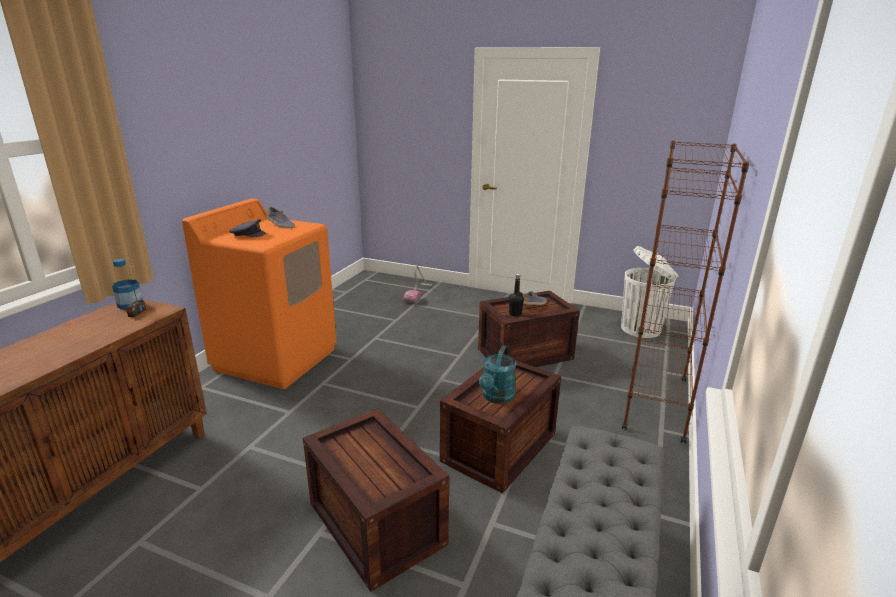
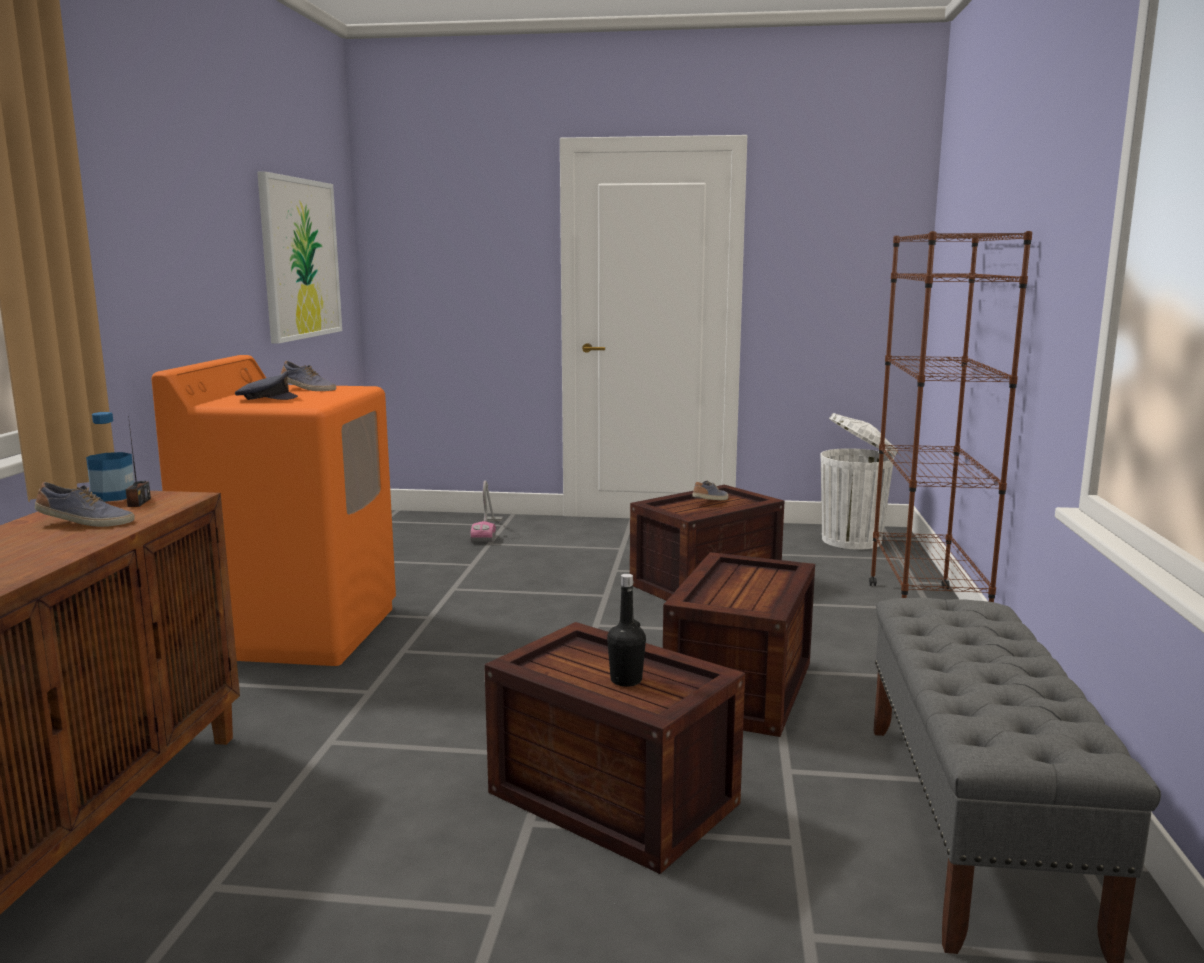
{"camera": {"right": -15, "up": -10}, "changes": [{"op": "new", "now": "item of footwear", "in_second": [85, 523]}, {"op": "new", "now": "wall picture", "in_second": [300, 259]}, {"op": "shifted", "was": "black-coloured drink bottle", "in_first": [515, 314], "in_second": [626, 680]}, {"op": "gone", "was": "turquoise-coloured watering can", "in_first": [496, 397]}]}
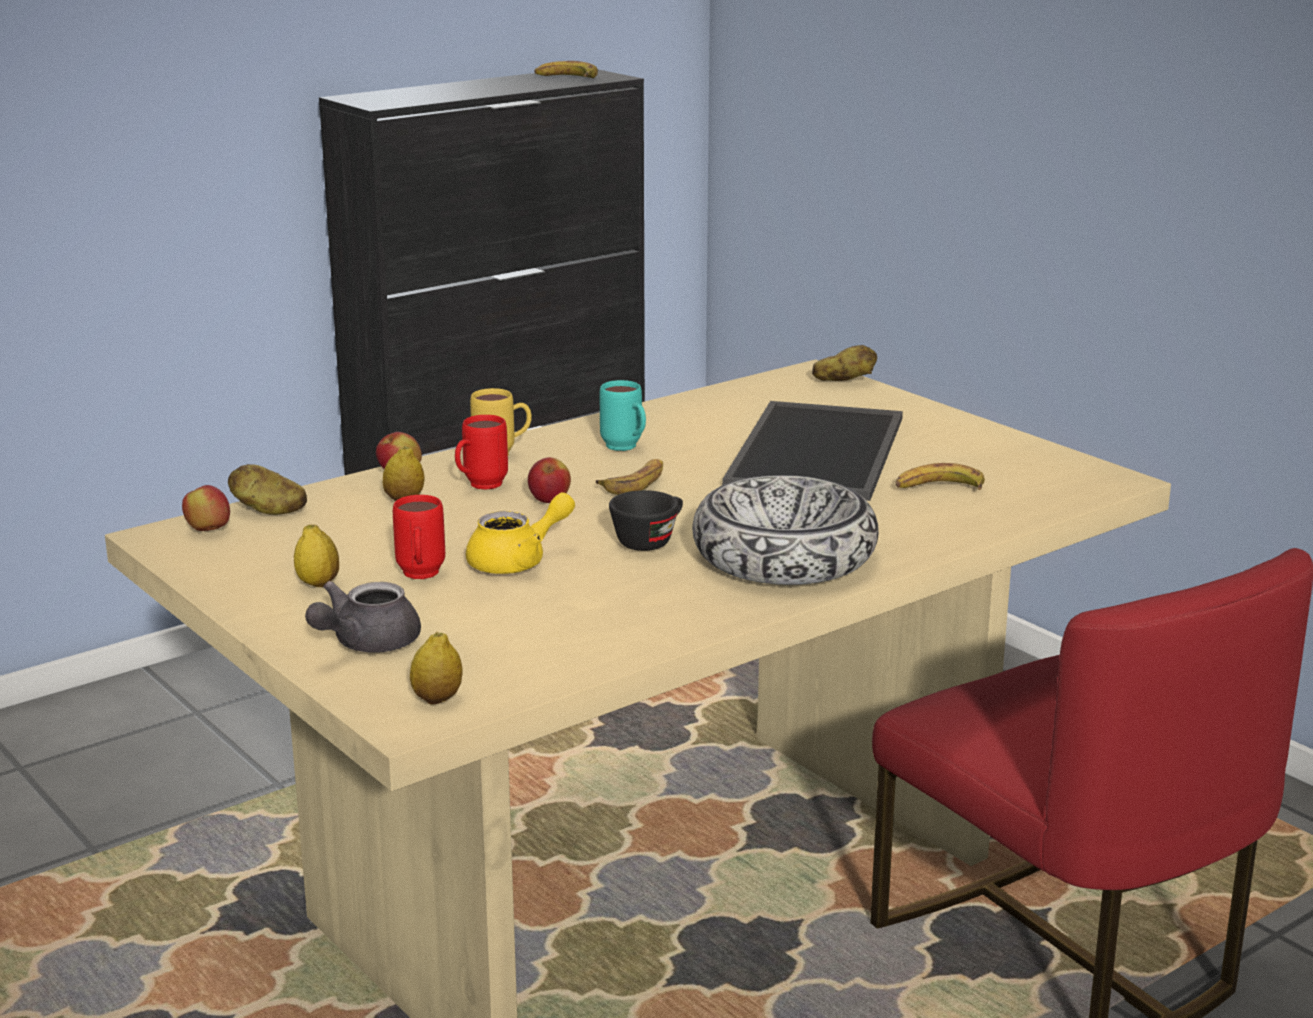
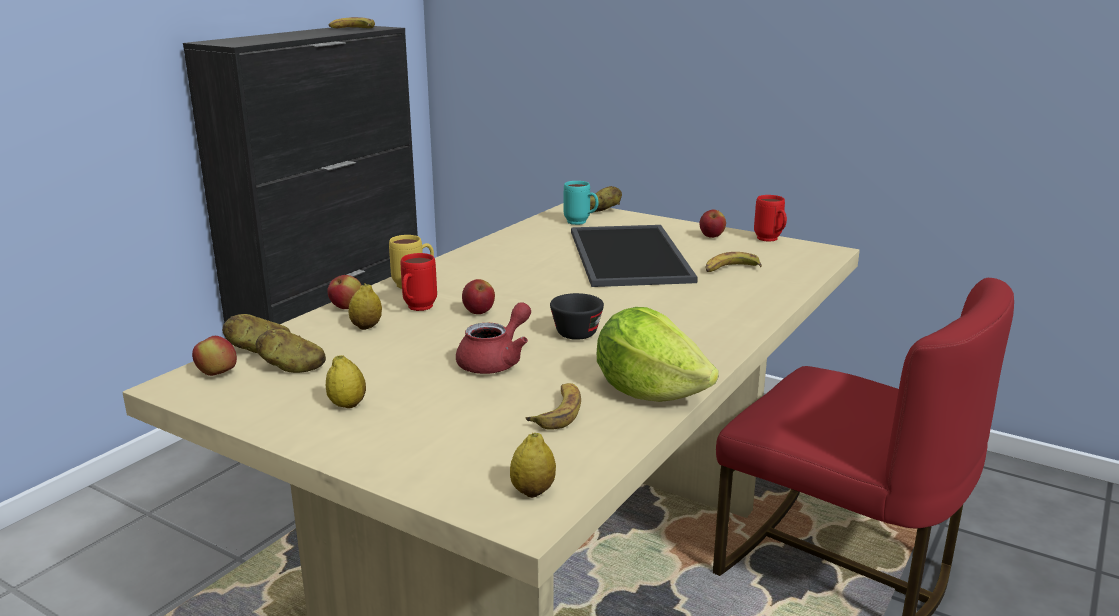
{"camera": {"right": -20, "up": 0}, "changes": [{"op": "new", "now": "whole potato", "in_second": [292, 368]}, {"op": "repainted", "was": "yellow pot for tea", "now": "reddish pot for tea", "in_first": [518, 562], "in_second": [496, 361]}, {"op": "shifted", "was": "banana fruit", "in_first": [635, 483], "in_second": [558, 412]}, {"op": "shifted", "was": "turquoise-coloured mug", "in_first": [626, 449], "in_second": [581, 223]}, {"op": "new", "now": "lettuce", "in_second": [649, 391]}, {"op": "new", "now": "whole apple", "in_second": [711, 237]}, {"op": "shifted", "was": "reddish mug", "in_first": [420, 577], "in_second": [770, 240]}, {"op": "gone", "was": "gray pot for tea", "in_first": [365, 644]}, {"op": "gone", "was": "deep dish", "in_first": [784, 557]}]}
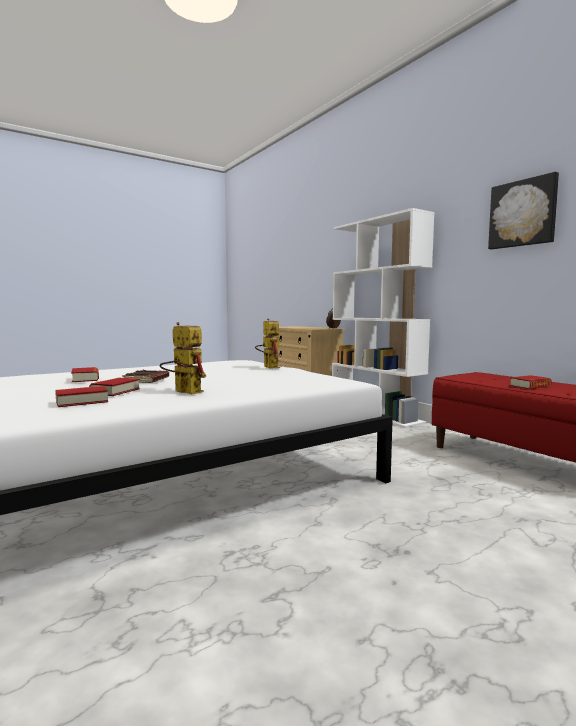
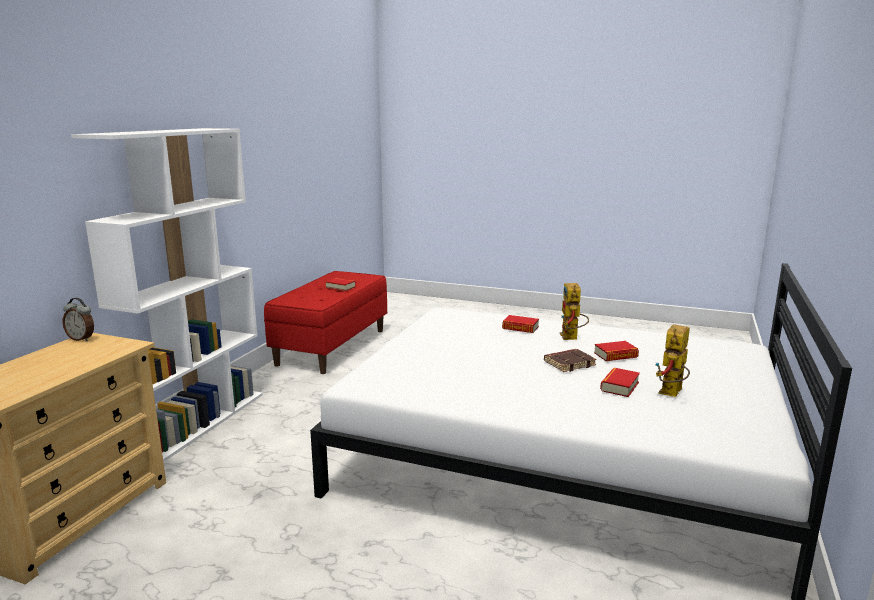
{"camera": {"right": -125, "up": 10}, "changes": [{"op": "shifted", "was": "book", "in_first": [82, 401], "in_second": [520, 328]}, {"op": "shifted", "was": "robot figure", "in_first": [268, 366], "in_second": [671, 394]}, {"op": "gone", "was": "wall picture", "in_first": [523, 213]}]}
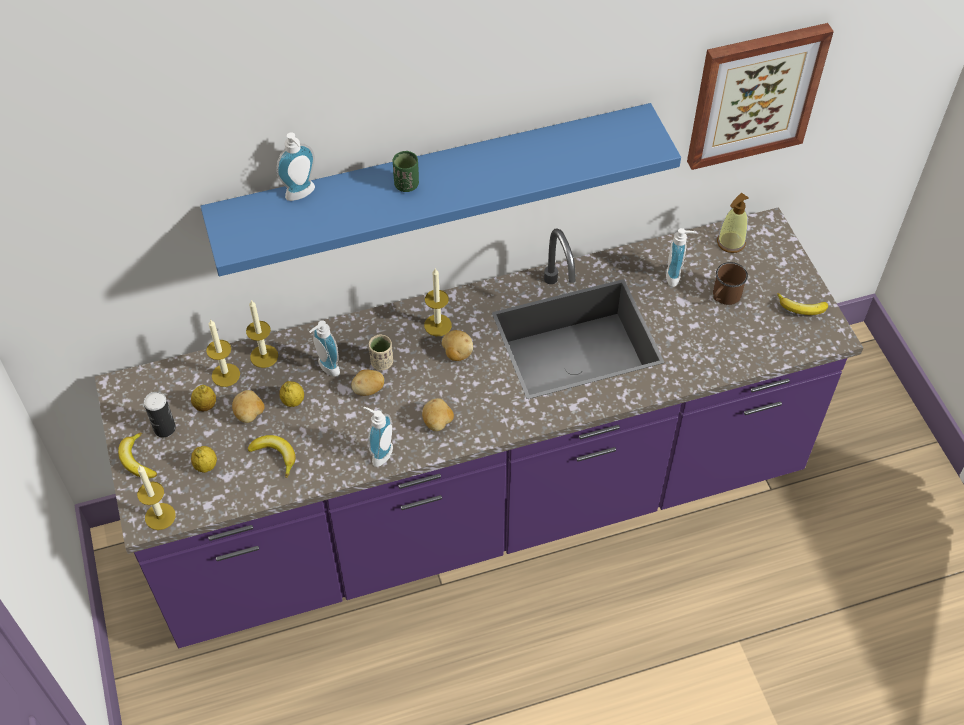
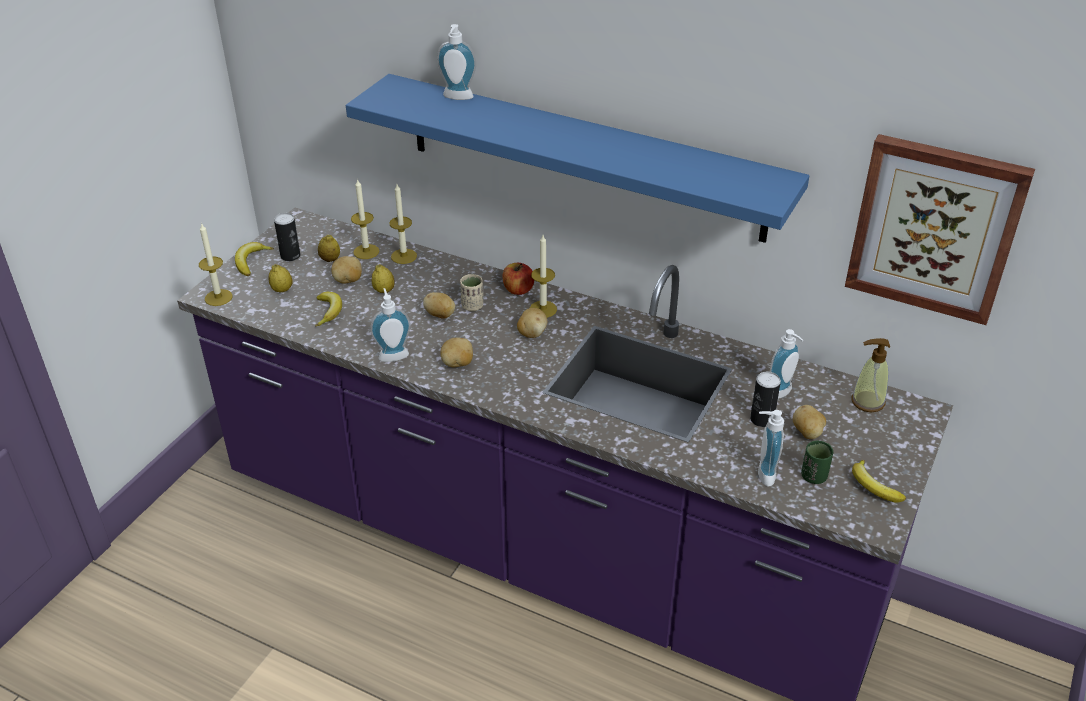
{"camera": {"right": 45, "up": -15}, "changes": [{"op": "new", "now": "whole apple", "in_second": [518, 290]}, {"op": "new", "now": "sealed can", "in_second": [762, 419]}, {"op": "shifted", "was": "soap bottle", "in_first": [326, 368], "in_second": [762, 474]}, {"op": "swapped", "was": "brownish mug", "now": "whole potato", "in_first": [724, 297], "in_second": [807, 433]}, {"op": "shifted", "was": "greenish small cup", "in_first": [406, 185], "in_second": [814, 476]}]}
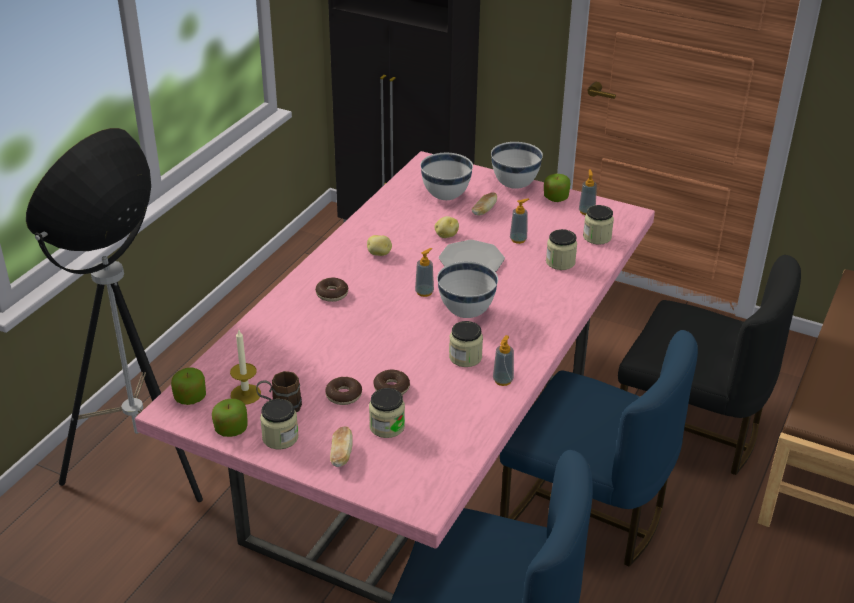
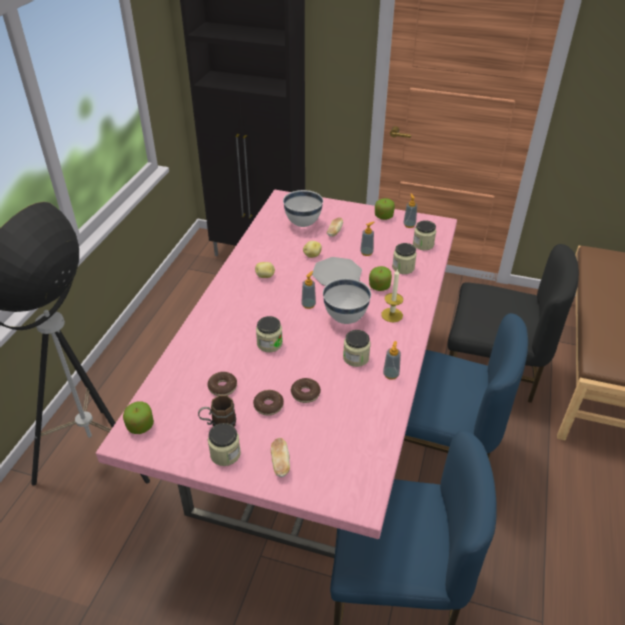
{"camera": {"right": -10, "up": 5}, "changes": [{"op": "shifted", "was": "donut", "in_first": [332, 294], "in_second": [222, 387]}, {"op": "shifted", "was": "jar", "in_first": [387, 426], "in_second": [269, 344]}, {"op": "shifted", "was": "whole apple", "in_first": [231, 429], "in_second": [379, 286]}, {"op": "shifted", "was": "candle", "in_first": [245, 394], "in_second": [392, 315]}, {"op": "gone", "was": "whitish deep dish", "in_first": [515, 185]}]}
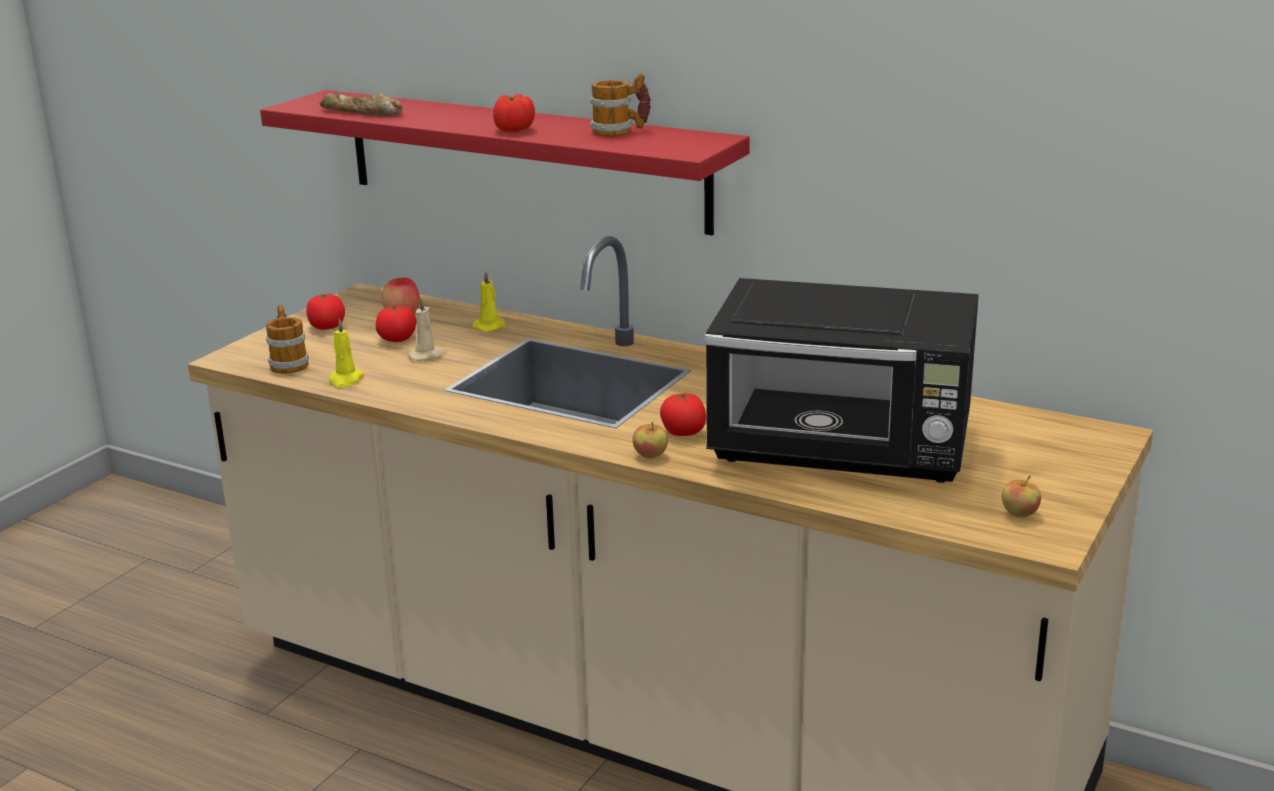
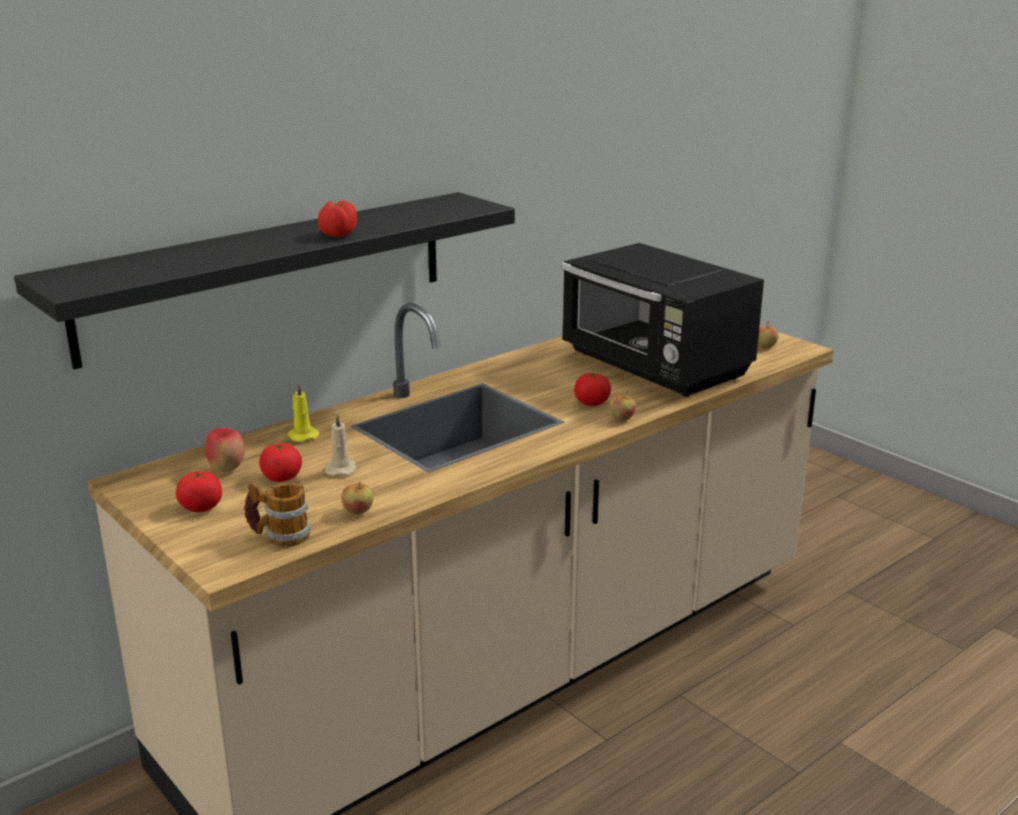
{"camera": {"right": -70, "up": 0}, "changes": [{"op": "repainted", "was": "reddish bracket shelf", "now": "black-coloured bracket shelf", "in_first": [523, 159], "in_second": [269, 274]}, {"op": "swapped", "was": "yellow candle", "now": "whole apple", "in_first": [345, 380], "in_second": [358, 511]}, {"op": "rotated", "was": "black-coloured microwave oven", "in_first": [843, 451], "in_second": [656, 367], "clockwise": 105}, {"op": "gone", "was": "bakery bread", "in_first": [361, 112]}, {"op": "gone", "was": "mug", "in_first": [620, 131]}]}
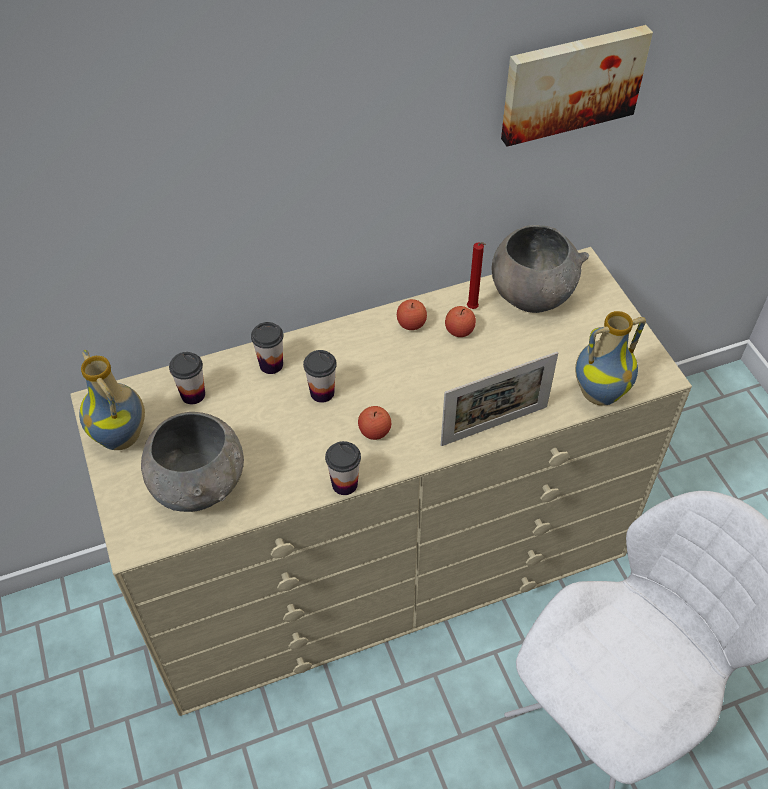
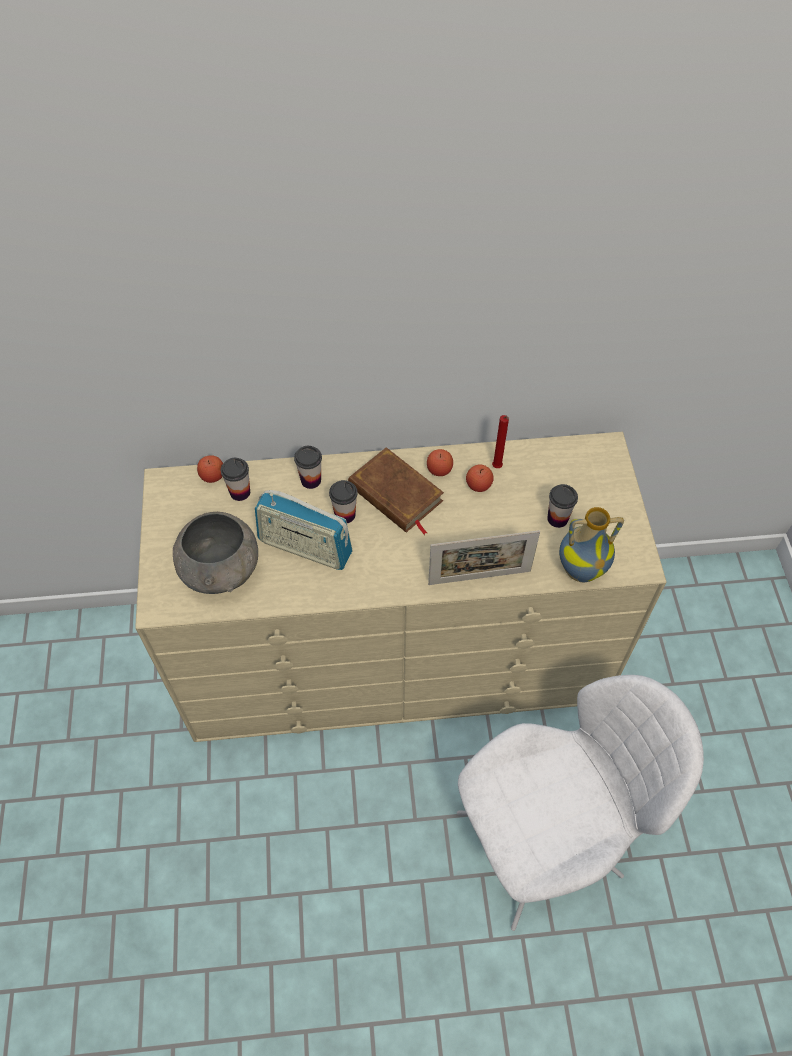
{"camera": {"right": 15, "up": 5}, "changes": [{"op": "shifted", "was": "whole apple", "in_first": [374, 431], "in_second": [212, 476]}, {"op": "new", "now": "radio receiver", "in_second": [305, 547]}, {"op": "new", "now": "brownish book", "in_second": [395, 494]}, {"op": "shifted", "was": "small cup", "in_first": [344, 484], "in_second": [557, 519]}, {"op": "gone", "was": "vase", "in_first": [122, 437]}, {"op": "gone", "was": "gray deep dish", "in_first": [531, 295]}, {"op": "gone", "was": "wall picture", "in_first": [571, 82]}]}
